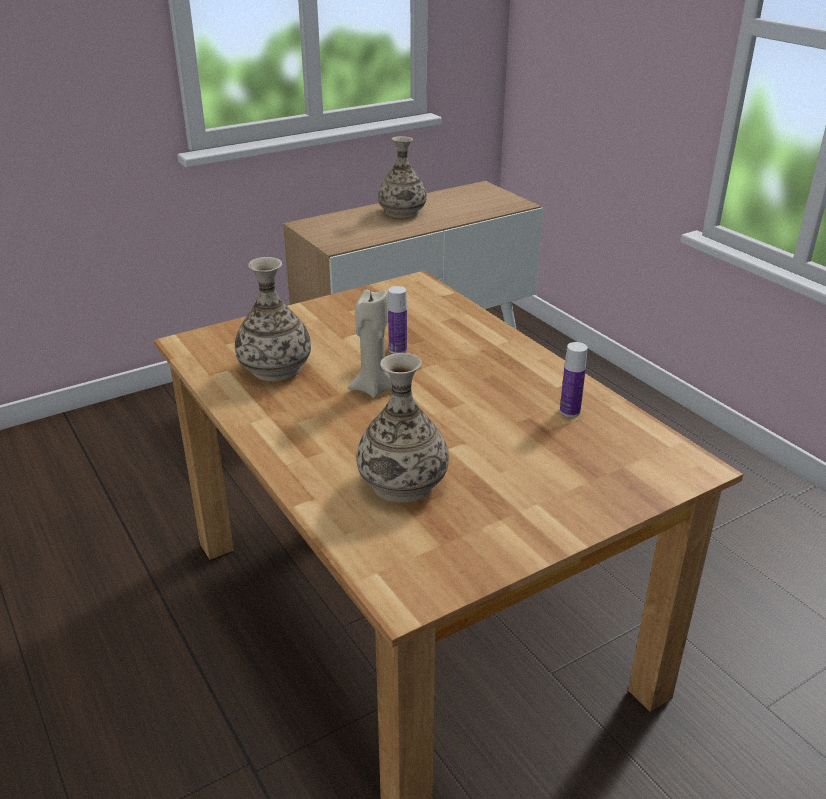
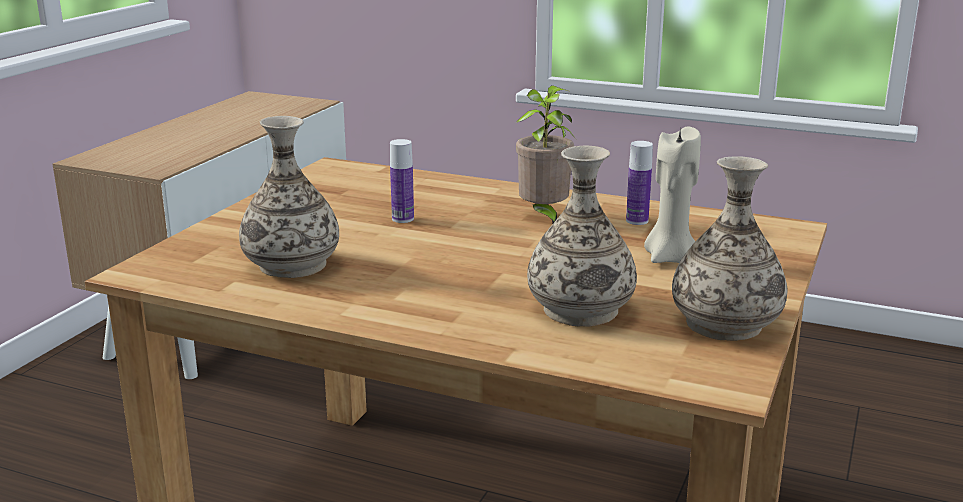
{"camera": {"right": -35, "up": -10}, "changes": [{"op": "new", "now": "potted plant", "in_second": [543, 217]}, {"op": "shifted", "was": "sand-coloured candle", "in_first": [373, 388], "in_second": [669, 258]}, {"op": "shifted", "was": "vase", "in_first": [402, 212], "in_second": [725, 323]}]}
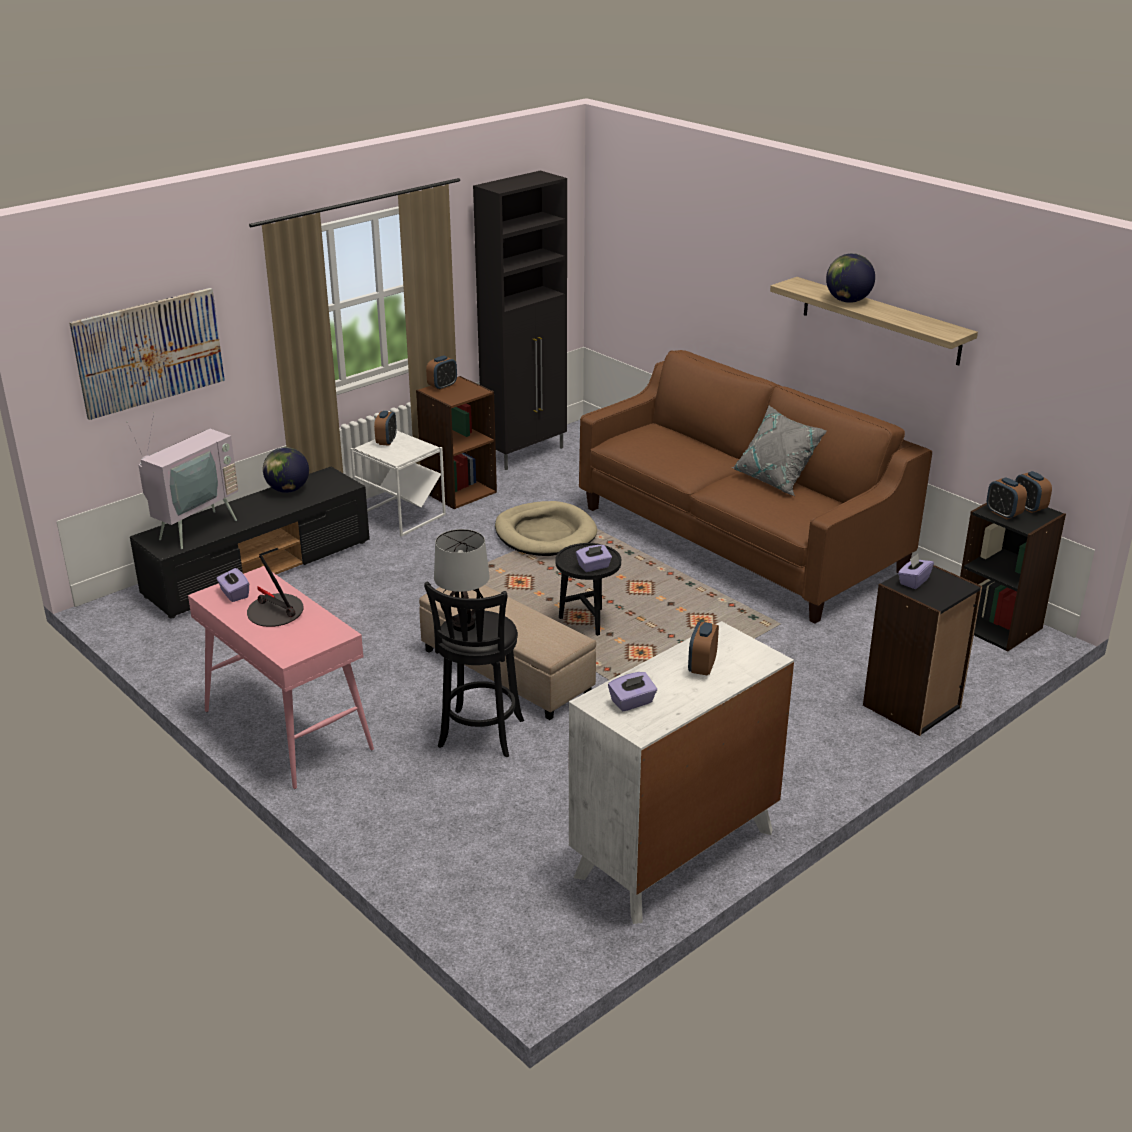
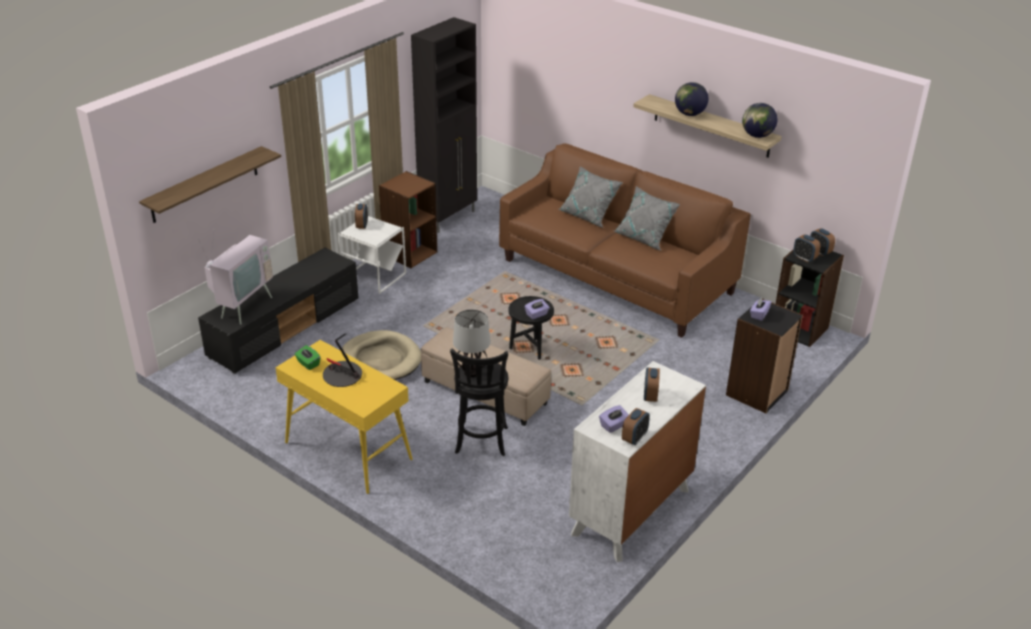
{"camera": {"right": -10, "up": 5}, "changes": [{"op": "swapped", "was": "wall picture", "now": "bracket shelf", "in_first": [149, 352], "in_second": [204, 185]}, {"op": "repainted", "was": "pinkish console table", "now": "yellow console table", "in_first": [286, 730], "in_second": [347, 451]}, {"op": "repainted", "was": "purplish tissue box", "now": "greenish tissue box", "in_first": [234, 594], "in_second": [308, 363]}, {"op": "shifted", "was": "sand-coloured dog bed", "in_first": [545, 534], "in_second": [381, 360]}, {"op": "new", "now": "gray cushion", "in_second": [588, 215]}, {"op": "shifted", "was": "alarm clock", "in_first": [442, 386], "in_second": [634, 438]}, {"op": "shifted", "was": "desk globe", "in_first": [287, 490], "in_second": [757, 135]}]}
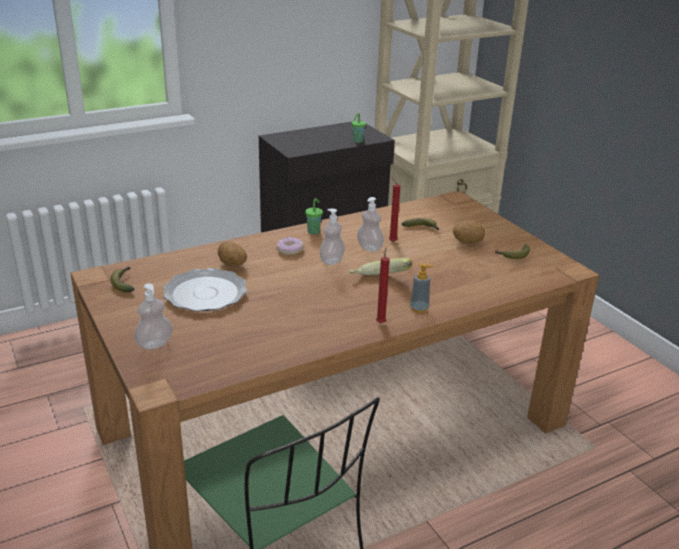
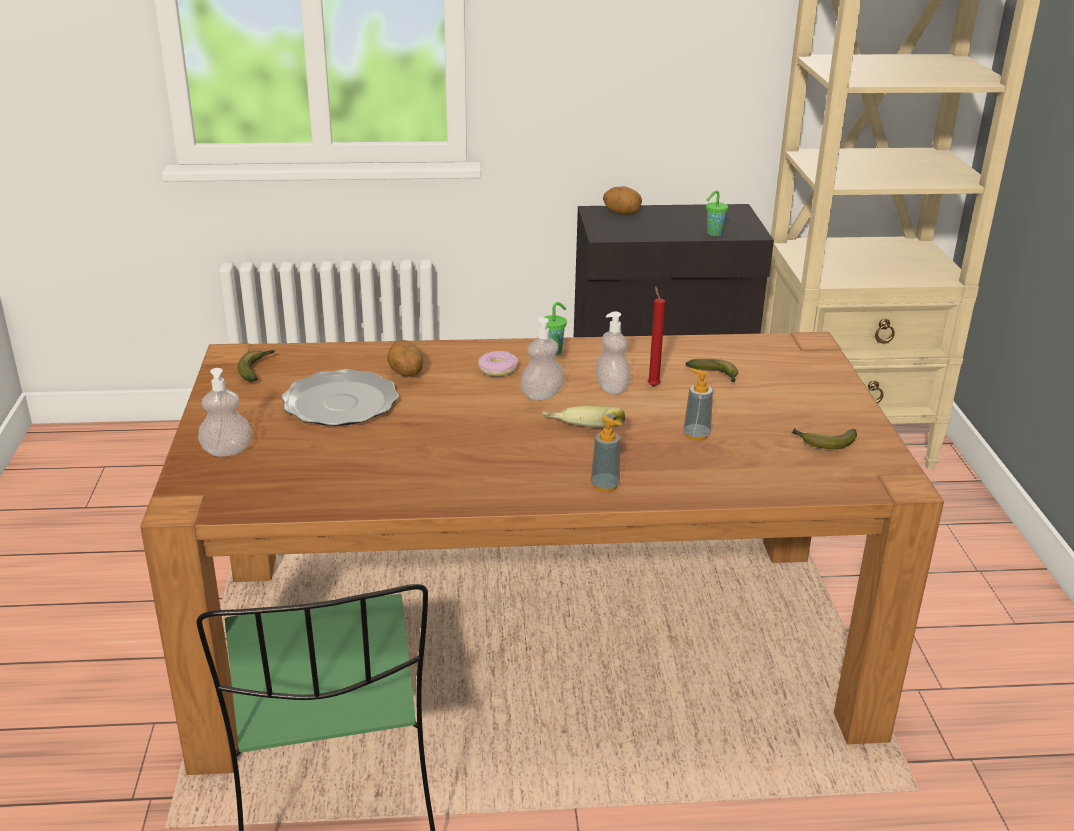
{"camera": {"right": 25, "up": 0}, "changes": [{"op": "shifted", "was": "whole potato", "in_first": [467, 242], "in_second": [622, 213]}, {"op": "new", "now": "soap bottle", "in_second": [696, 435]}, {"op": "gone", "was": "reddish candle", "in_first": [381, 322]}]}
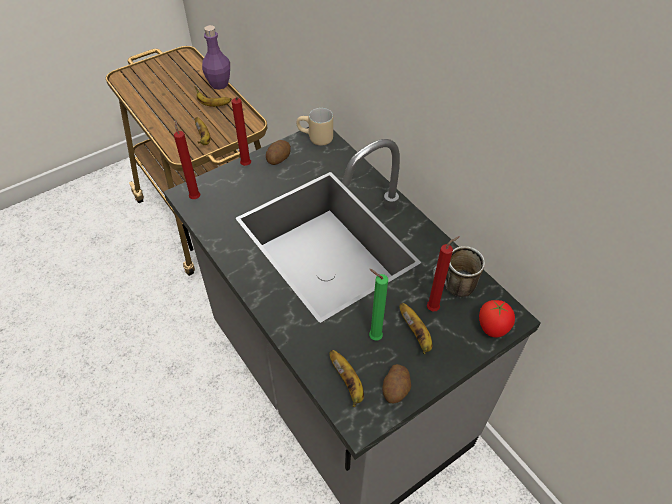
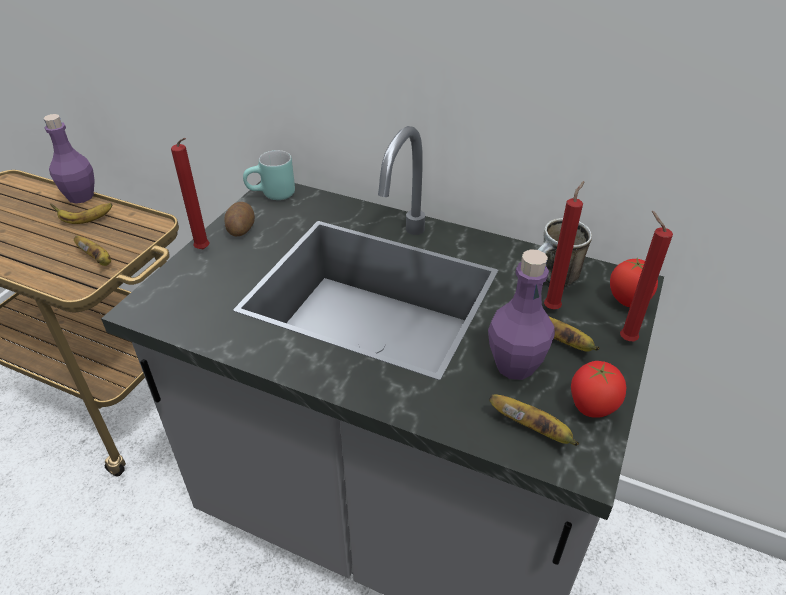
{"camera": {"right": -30, "up": -10}, "changes": [{"op": "repainted", "was": "sand-coloured mug", "now": "turquoise-coloured mug", "in_first": [315, 139], "in_second": [272, 196]}, {"op": "swapped", "was": "greenish candle", "now": "purplish drink bottle", "in_first": [373, 336], "in_second": [515, 365]}, {"op": "swapped", "was": "whole potato", "now": "fresh tomato", "in_first": [396, 389], "in_second": [590, 408]}, {"op": "shifted", "was": "reddish candle", "in_first": [195, 197], "in_second": [624, 338]}]}
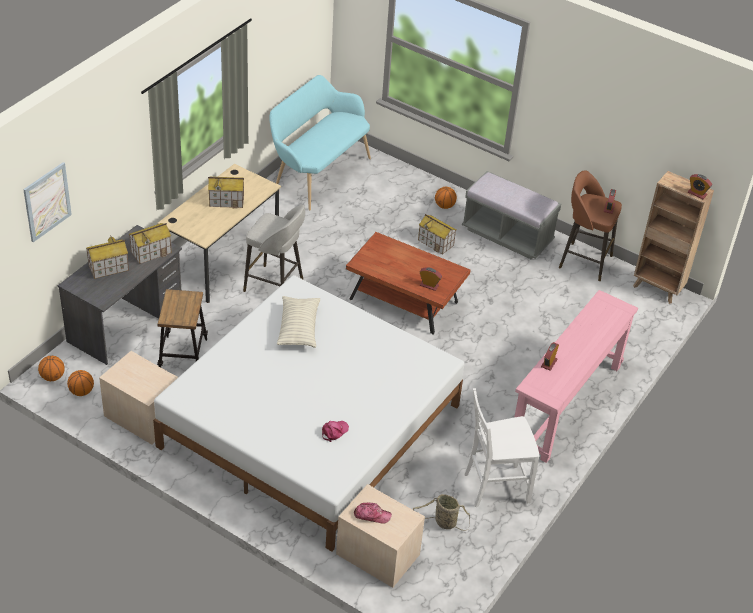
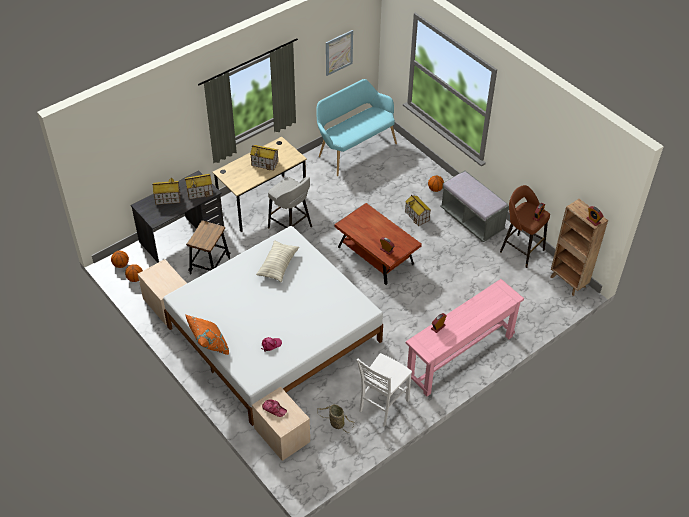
{"camera": {"right": 20, "up": 5}, "changes": [{"op": "new", "now": "orange cushion", "in_second": [209, 344]}, {"op": "shifted", "was": "wall picture", "in_first": [47, 201], "in_second": [339, 52]}, {"op": "rotated", "was": "whitish chair", "in_first": [494, 487], "in_second": [382, 406], "clockwise": -60}]}
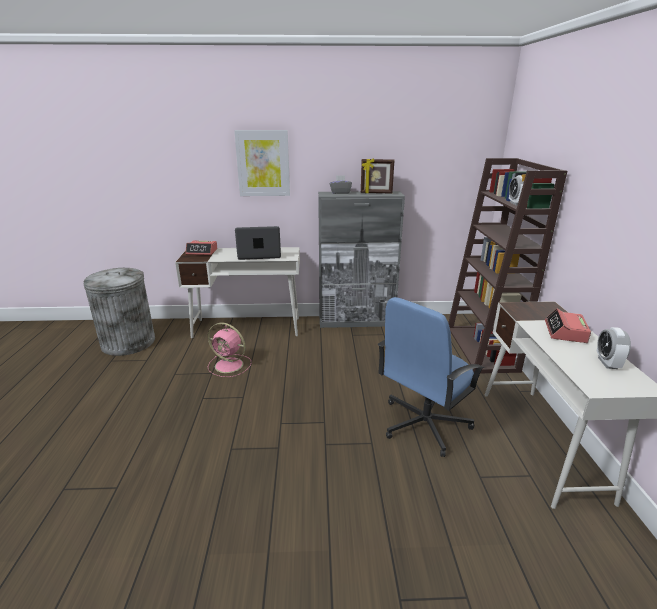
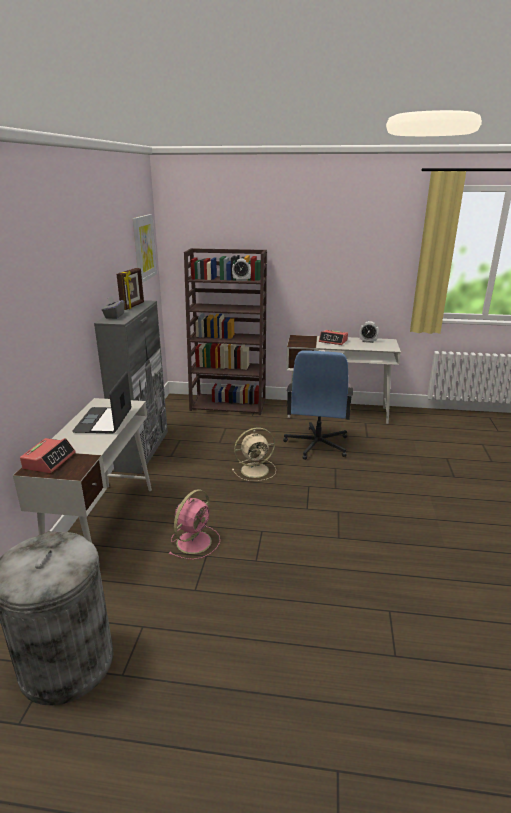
{"camera": {"right": -80, "up": 0}, "changes": [{"op": "shifted", "was": "wall picture", "in_first": [263, 163], "in_second": [144, 248]}, {"op": "new", "now": "sand-coloured fan", "in_second": [256, 470]}, {"op": "rotated", "was": "bluish desk chair", "in_first": [423, 424], "in_second": [317, 445], "clockwise": 45}]}
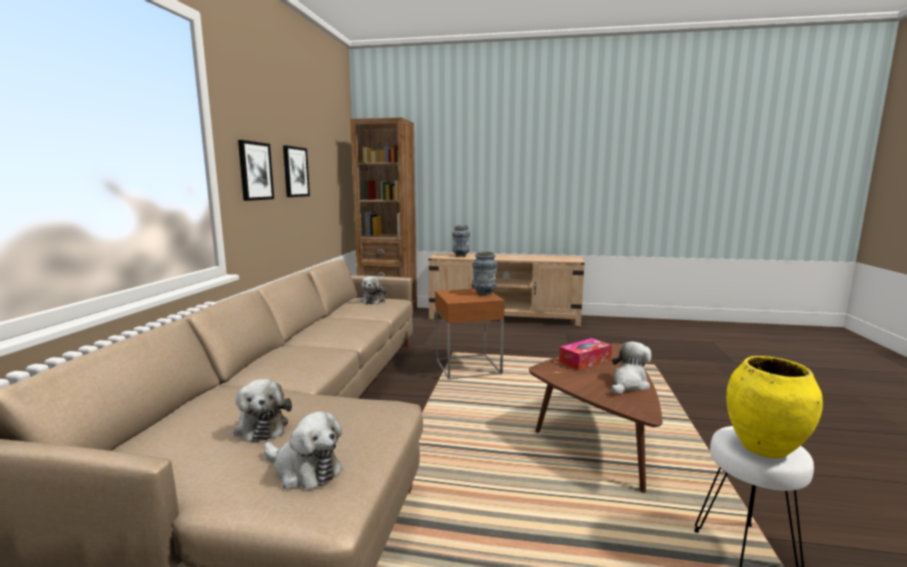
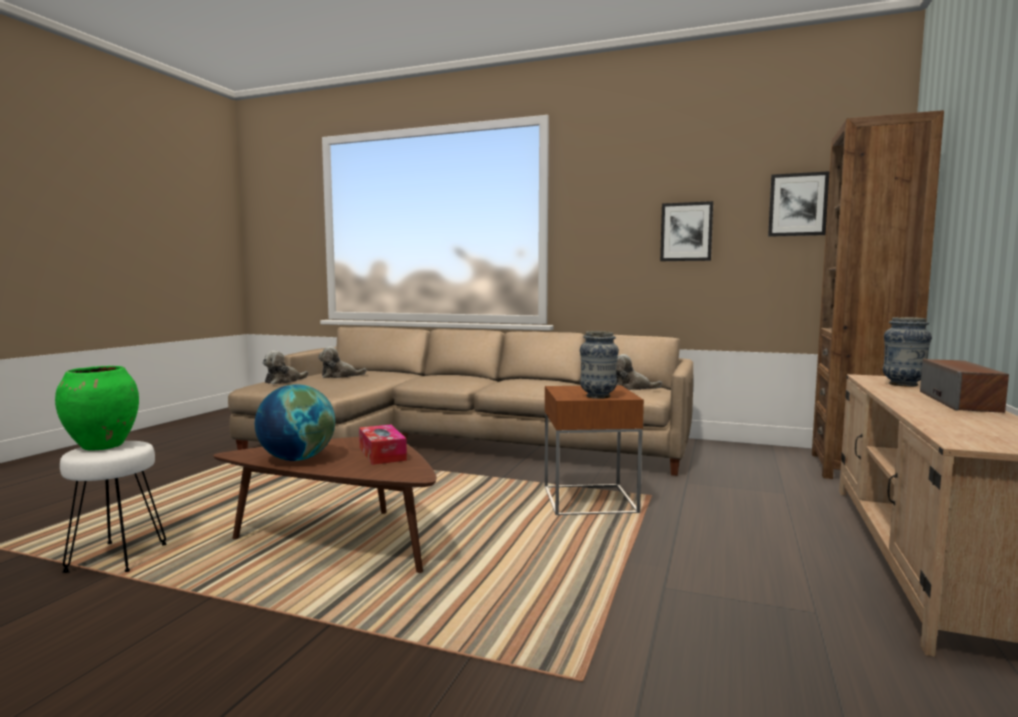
{"camera": {"right": 100, "up": -5}, "changes": [{"op": "repainted", "was": "yellow vase", "now": "greenish vase", "in_first": [764, 448], "in_second": [103, 446]}, {"op": "swapped", "was": "cuddly toy", "now": "desk globe", "in_first": [628, 384], "in_second": [297, 459]}, {"op": "shifted", "was": "wall picture", "in_first": [255, 171], "in_second": [797, 205]}, {"op": "new", "now": "speaker", "in_second": [959, 401]}]}
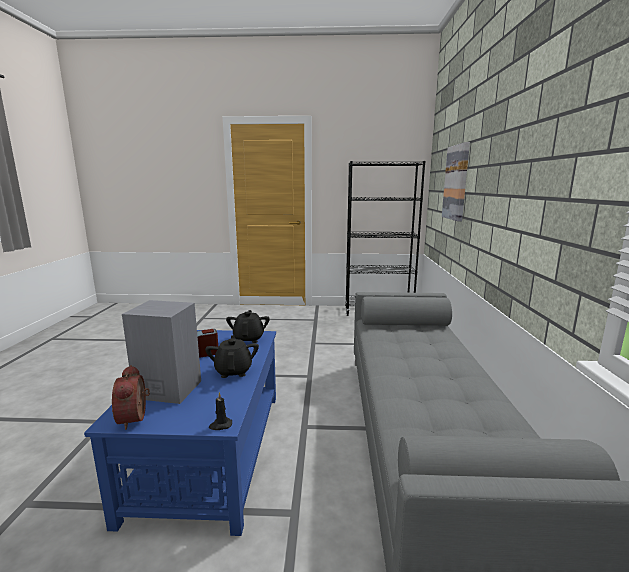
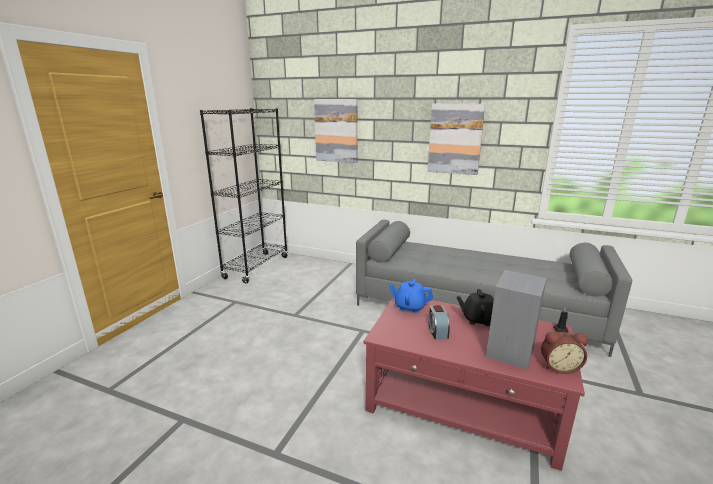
{"camera": {"right": -70, "up": 5}, "changes": [{"op": "repainted", "was": "bluish coffee table", "now": "reddish coffee table", "in_first": [210, 450], "in_second": [463, 403]}, {"op": "repainted", "was": "black-coloured pot for tea", "now": "bluish pot for tea", "in_first": [249, 338], "in_second": [409, 307]}, {"op": "new", "now": "wall picture", "in_second": [455, 139]}]}
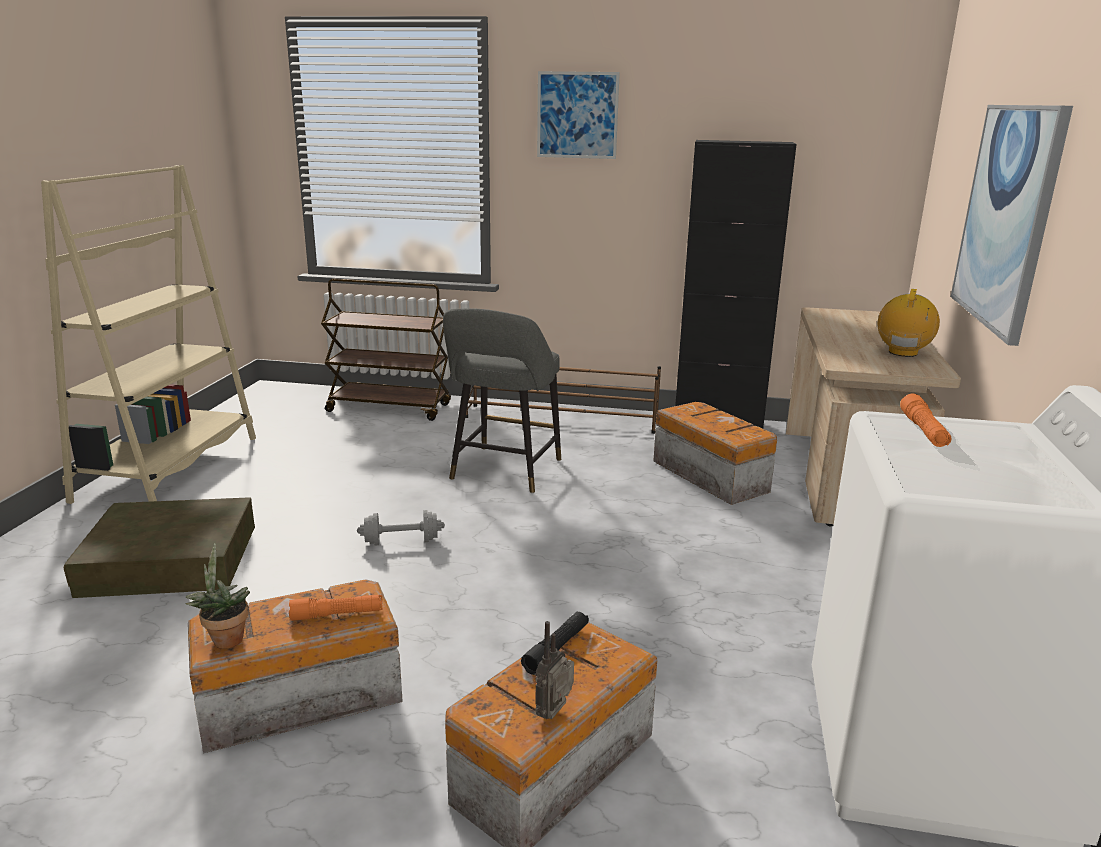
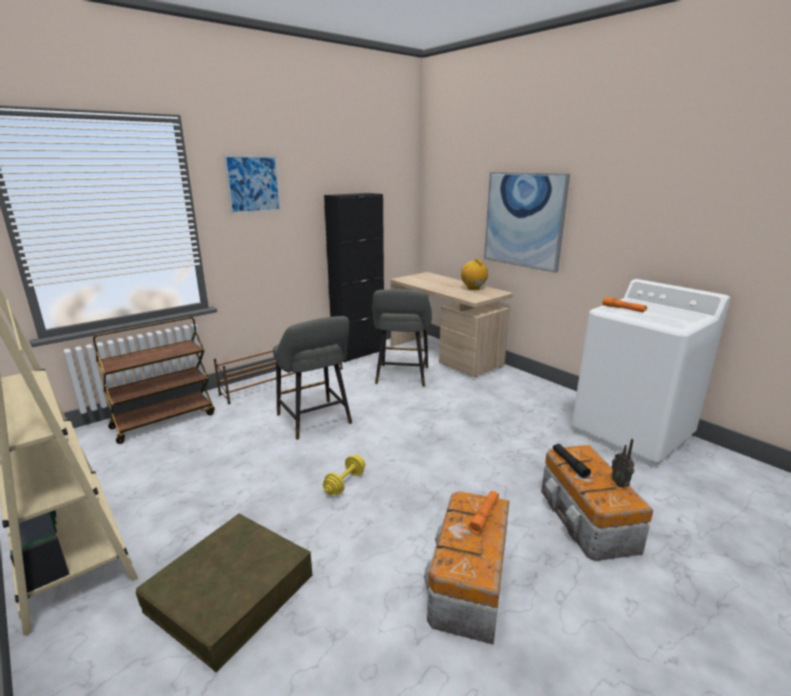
{"camera": {"right": -50, "up": 0}, "changes": [{"op": "repainted", "was": "gray hand weight", "now": "yellow hand weight", "in_first": [401, 541], "in_second": [345, 483]}, {"op": "swapped", "was": "storage bin", "now": "gray sitting stool", "in_first": [710, 475], "in_second": [402, 377]}, {"op": "gone", "was": "potted plant", "in_first": [225, 638]}]}
